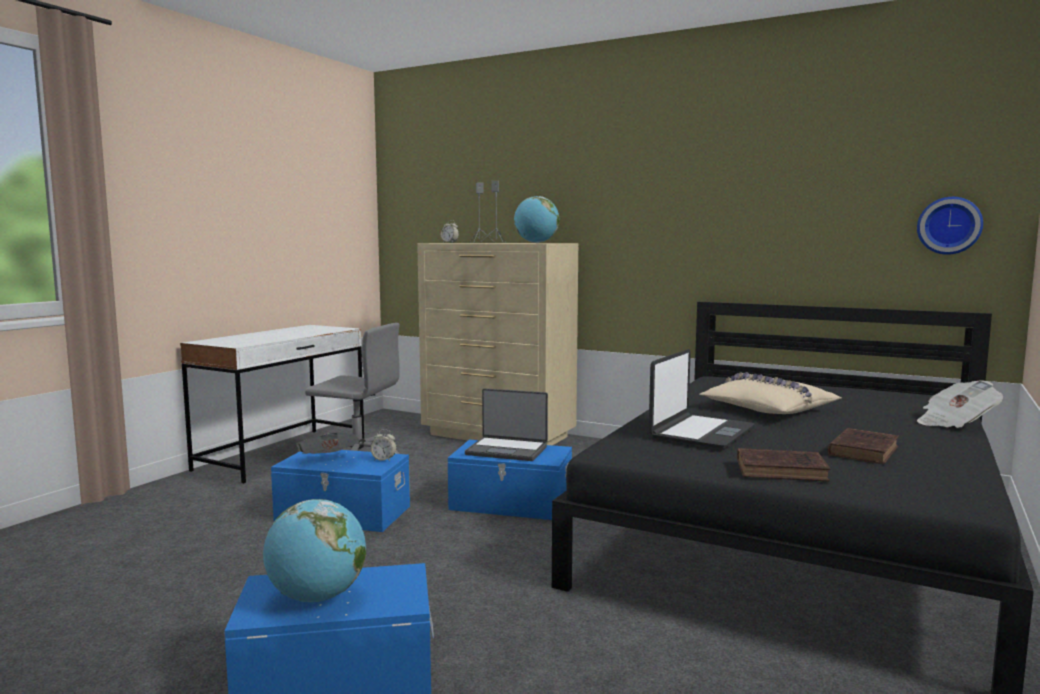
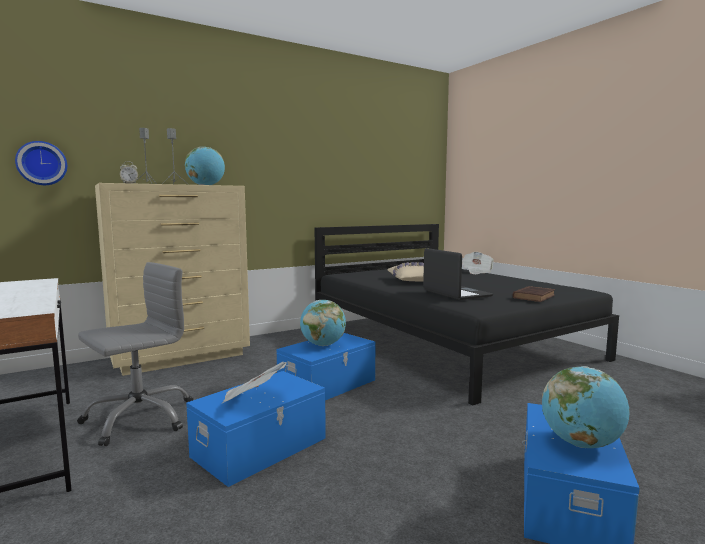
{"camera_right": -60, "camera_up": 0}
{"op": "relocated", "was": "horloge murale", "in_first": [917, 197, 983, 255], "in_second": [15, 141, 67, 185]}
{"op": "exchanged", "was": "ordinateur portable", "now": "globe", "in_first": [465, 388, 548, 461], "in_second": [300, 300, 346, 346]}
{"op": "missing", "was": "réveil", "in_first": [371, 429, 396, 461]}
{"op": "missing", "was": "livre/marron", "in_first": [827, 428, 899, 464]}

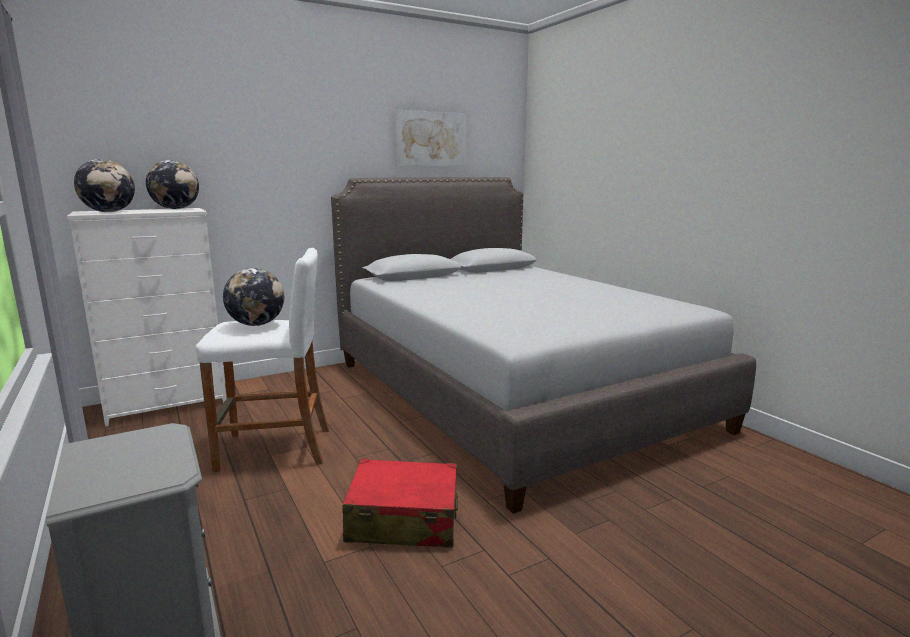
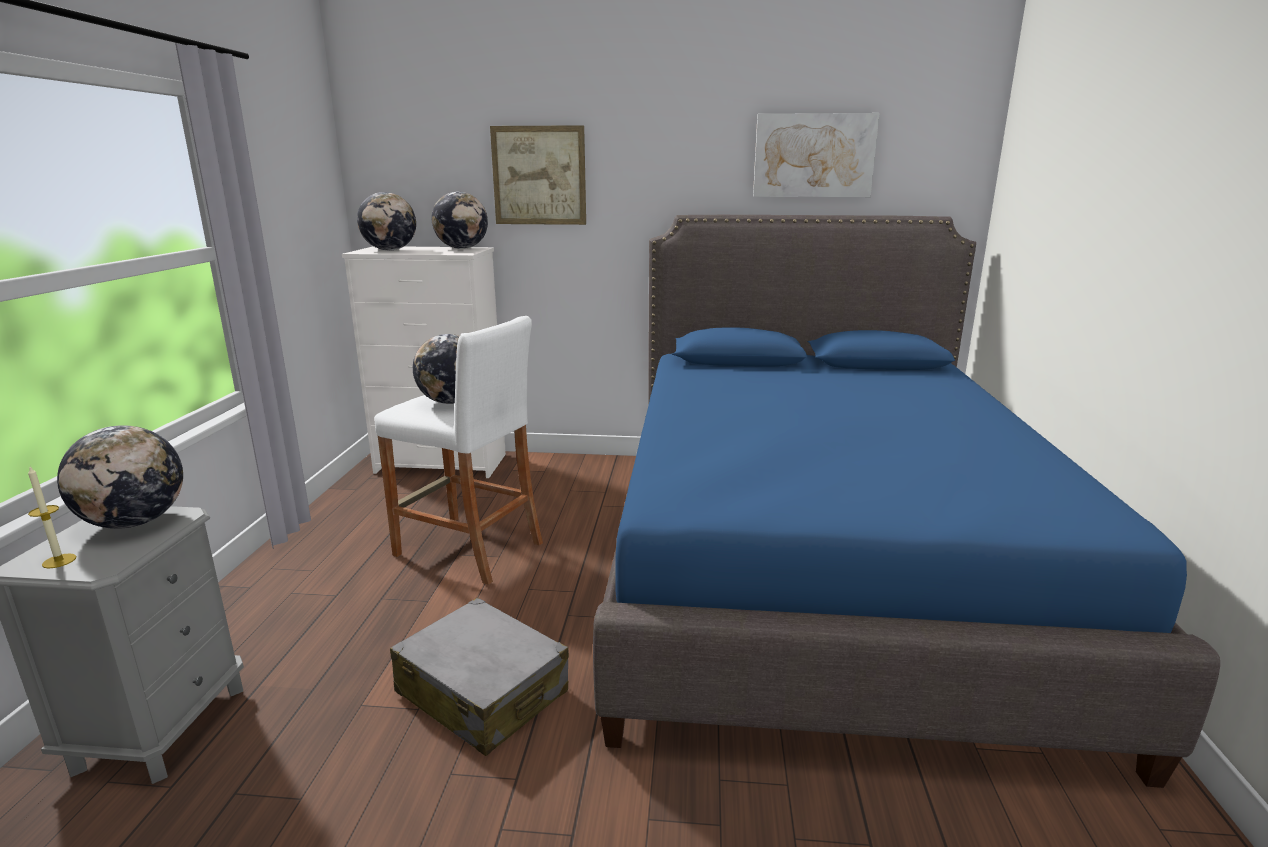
{"camera_right": 35, "camera_up": 5}
{"op": "appeared", "now": "bougie", "in_second": [28, 467, 76, 569]}
{"op": "appeared", "now": "globe", "in_second": [57, 425, 183, 529]}
{"op": "colour", "was": "valise/rouge", "now": "valise/gris", "in_first": [342, 459, 458, 548], "in_second": [390, 597, 569, 756]}
{"op": "appeared", "now": "tableau", "in_second": [490, 125, 586, 225]}
{"op": "colour", "was": "lit/gris", "now": "lit/bleu", "in_first": [331, 177, 756, 514], "in_second": [593, 215, 1220, 788]}

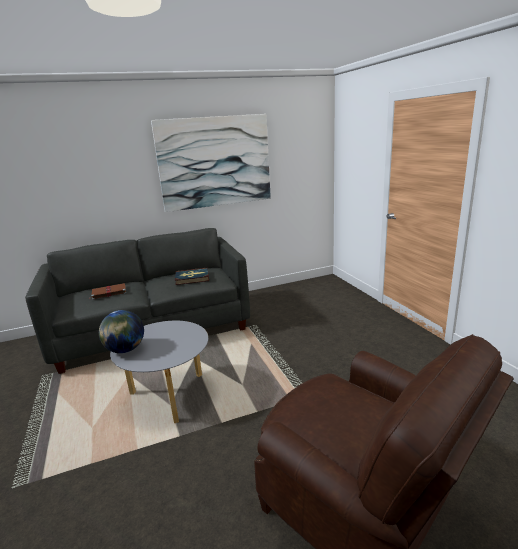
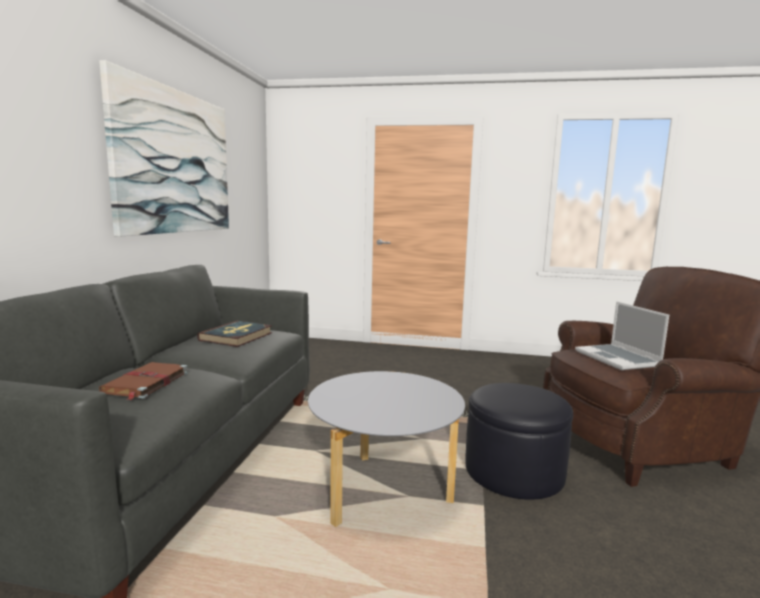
{"camera_right": -60, "camera_up": -10}
{"op": "appeared", "now": "pouf/noir", "in_second": [465, 383, 573, 500]}
{"op": "appeared", "now": "ordinateur portable", "in_second": [575, 301, 669, 370]}
{"op": "missing", "was": "globe", "in_first": [99, 310, 144, 353]}

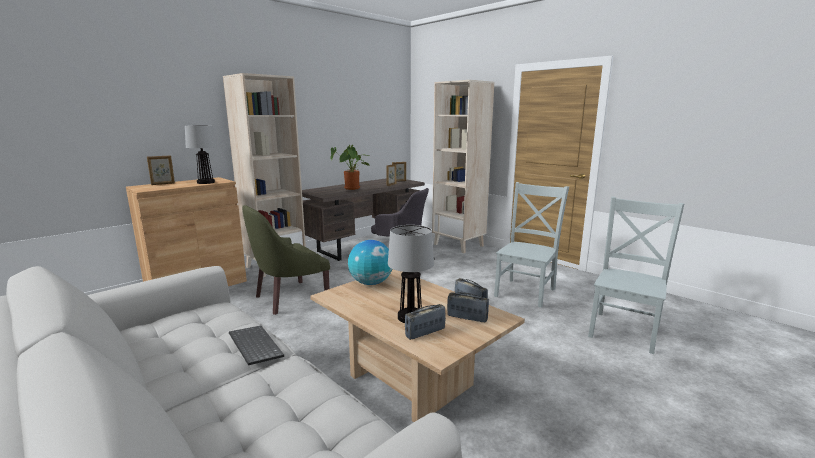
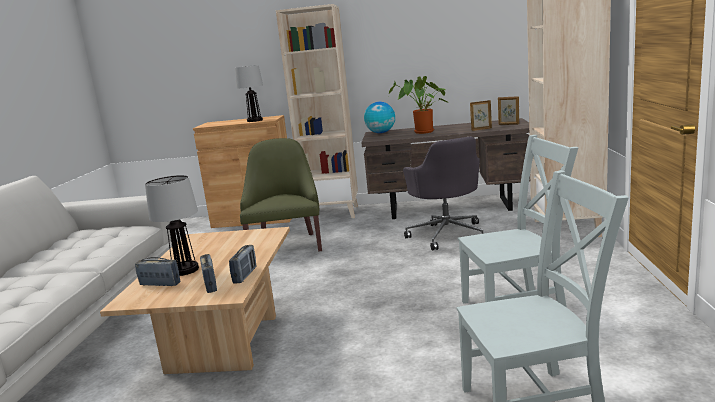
{"camera_right": 50, "camera_up": 0}
{"op": "spun", "was": "fauteuil/vert", "in_first": [242, 205, 330, 315], "in_second": [240, 138, 322, 251], "clockwise": 75}
{"op": "relocated", "was": "globe", "in_first": [348, 240, 393, 285], "in_second": [364, 102, 395, 133]}
{"op": "missing", "was": "cadre photo", "in_first": [147, 155, 175, 185]}
{"op": "missing", "was": "clavier", "in_first": [229, 326, 284, 365]}

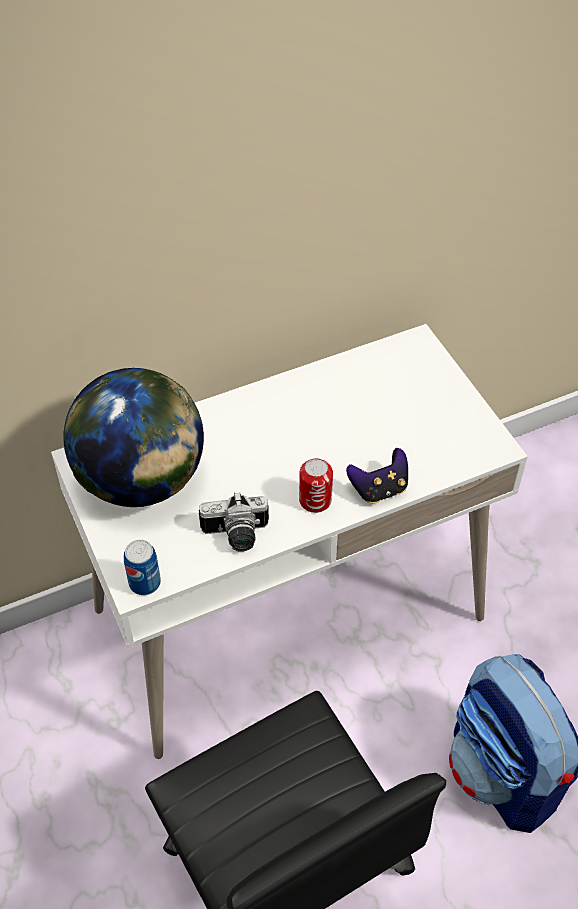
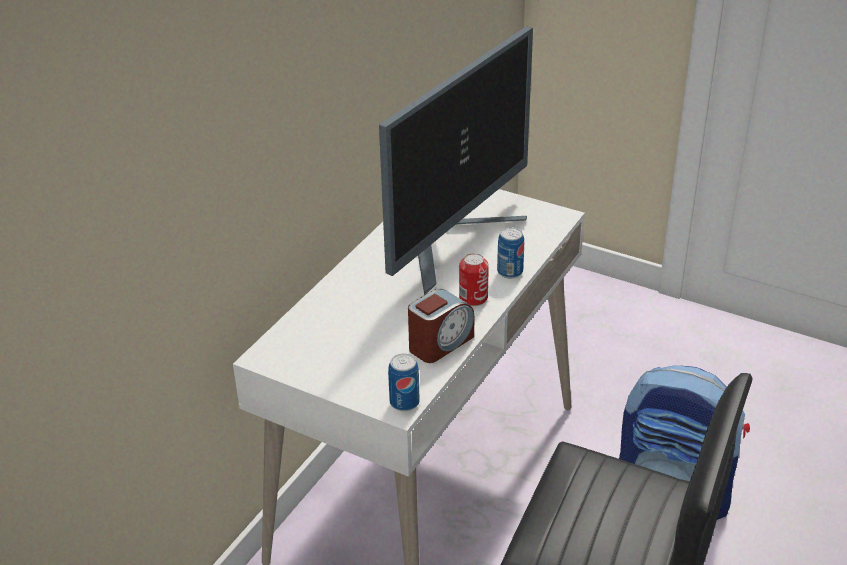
{"camera_right": -35, "camera_up": -15}
{"op": "appeared", "now": "écran d'ordinateur", "in_second": [379, 26, 533, 295]}
{"op": "exchanged", "was": "appareil photo", "now": "réveil", "in_first": [199, 492, 269, 552], "in_second": [408, 289, 474, 363]}
{"op": "exchanged", "was": "manette", "now": "boîte métallique", "in_first": [346, 448, 408, 503], "in_second": [497, 227, 524, 278]}
{"op": "missing", "was": "globe", "in_first": [63, 368, 204, 507]}

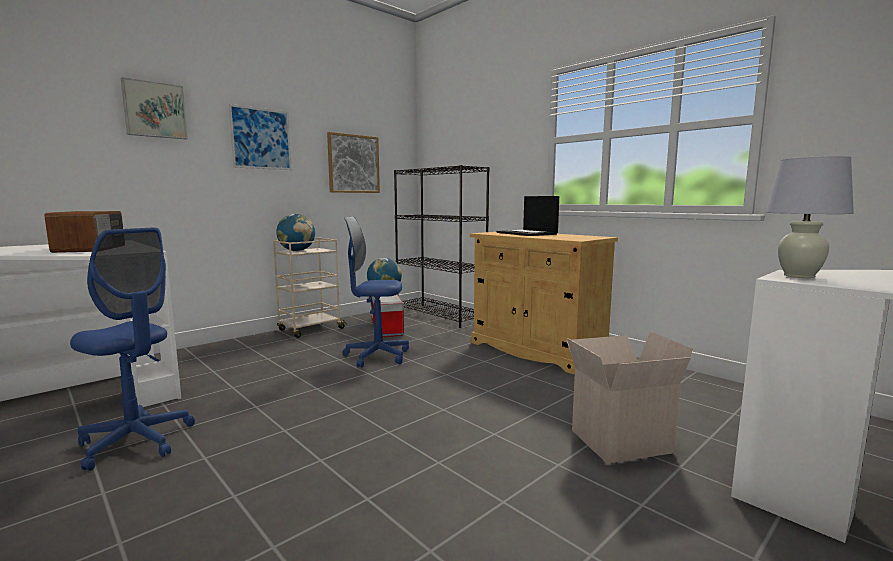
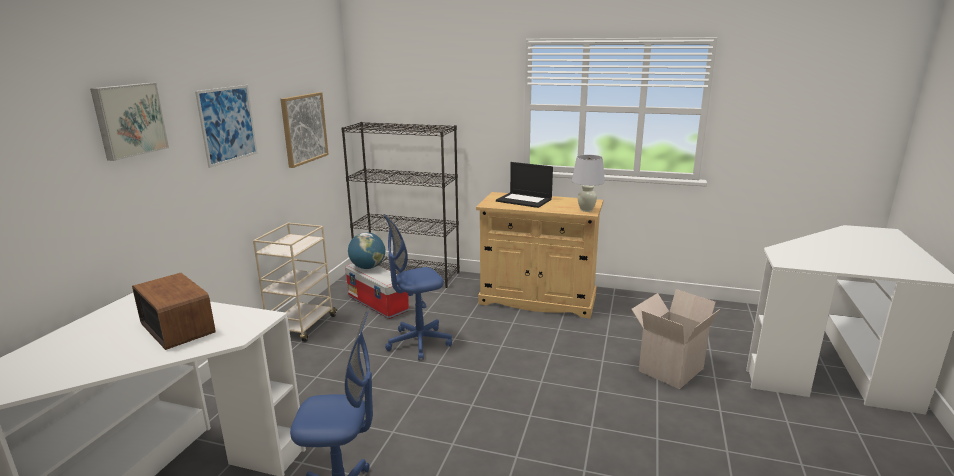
{"camera_right": -30, "camera_up": 10}
{"op": "relocated", "was": "lampe de table/blanc", "in_first": [765, 156, 854, 278], "in_second": [572, 155, 605, 212]}
{"op": "missing", "was": "globe", "in_first": [276, 214, 315, 251]}

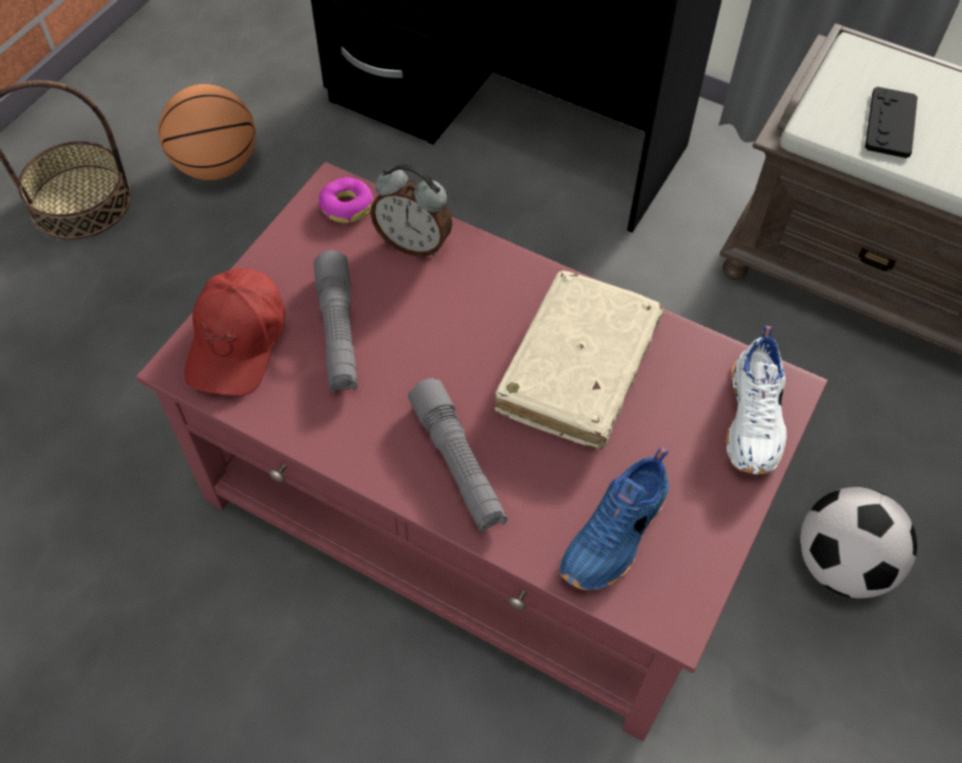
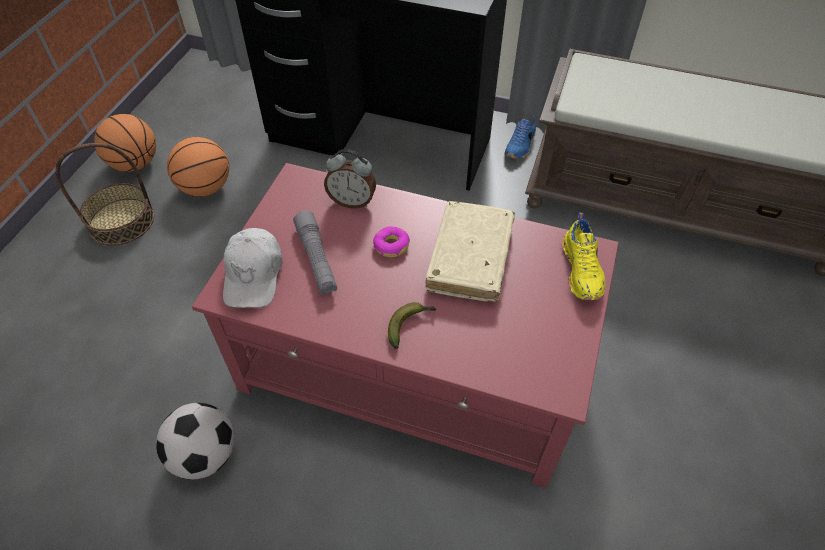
{"camera_right": -10, "camera_up": -5}
{"op": "appeared", "now": "ballon de basket", "in_second": [94, 114, 156, 172]}
{"op": "relocated", "was": "ballon de foot", "in_first": [800, 487, 917, 598], "in_second": [156, 403, 234, 480]}
{"op": "colour", "was": "casquette/rouge", "now": "casquette/blanc", "in_first": [184, 268, 285, 396], "in_second": [223, 228, 282, 308]}
{"op": "relocated", "was": "beignet", "in_first": [319, 177, 373, 223], "in_second": [373, 226, 410, 257]}
{"op": "exchanged", "was": "lampe de poche/gris", "now": "banane", "in_first": [408, 378, 507, 533], "in_second": [388, 302, 436, 349]}
{"op": "relocated", "was": "chaussure/bleu", "in_first": [559, 447, 669, 590], "in_second": [504, 115, 536, 159]}
{"op": "colour", "was": "chaussure/blanc", "now": "chaussure/jaune", "in_first": [726, 325, 787, 474], "in_second": [562, 213, 605, 300]}
{"op": "missing", "was": "manette/noir", "in_first": [865, 87, 918, 158]}

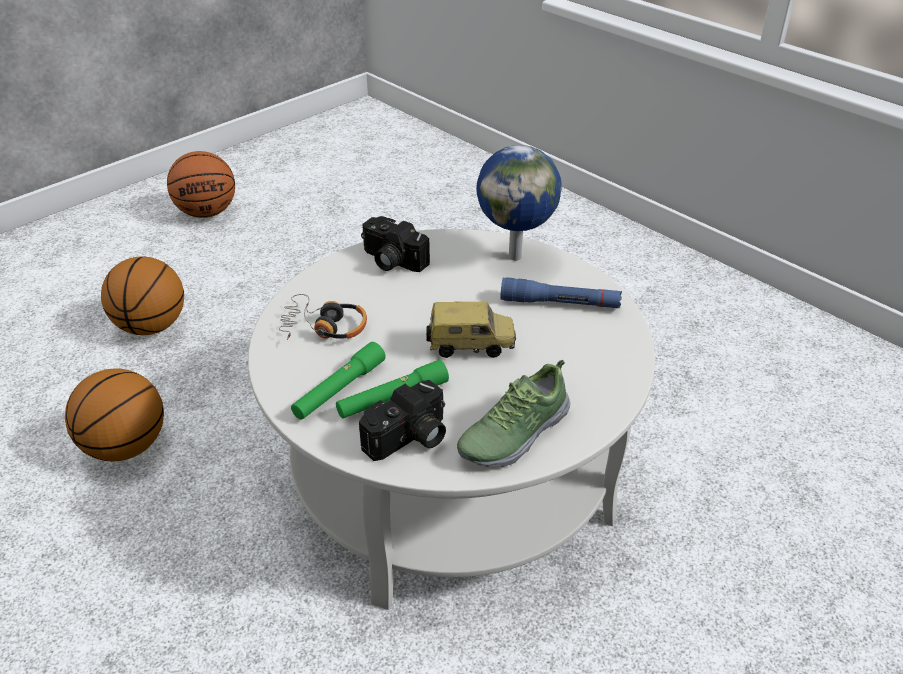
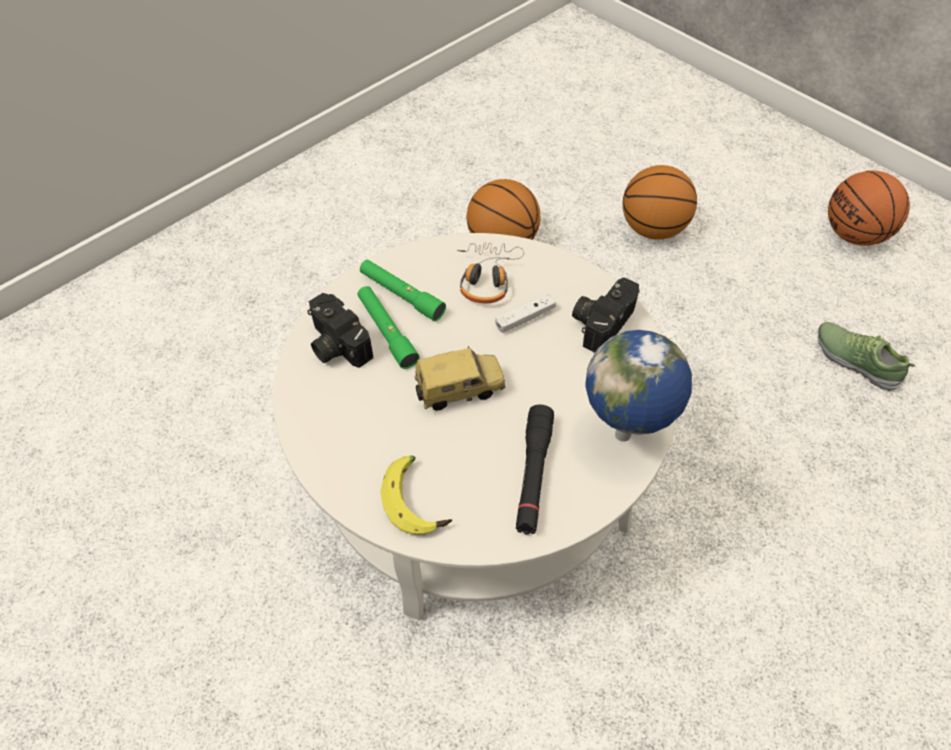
{"camera_right": 90, "camera_up": 15}
{"op": "appeared", "now": "banane", "in_second": [380, 456, 452, 535]}
{"op": "spun", "was": "petite voiture", "in_first": [426, 302, 516, 358], "in_second": [415, 346, 505, 411], "clockwise": -105}
{"op": "appeared", "now": "manette/blanc", "in_second": [495, 293, 556, 333]}
{"op": "colour", "was": "lampe de poche/bleu", "now": "lampe de poche/noir", "in_first": [500, 277, 622, 308], "in_second": [516, 405, 554, 535]}
{"op": "relocated", "was": "chaussure", "in_first": [457, 360, 570, 467], "in_second": [818, 322, 915, 391]}

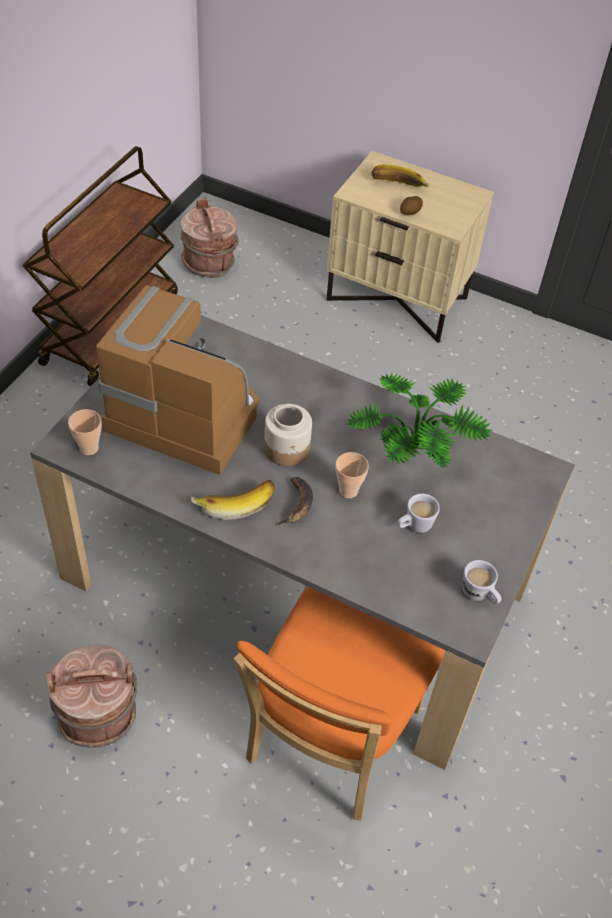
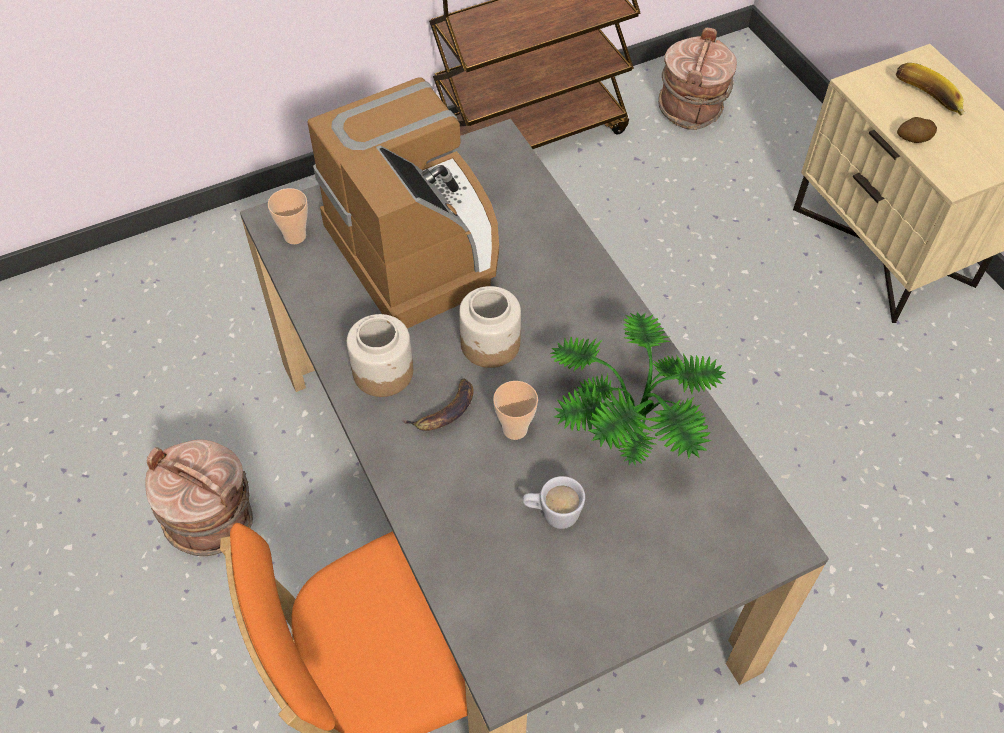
{"camera_right": 40, "camera_up": 5}
{"op": "exchanged", "was": "banane", "now": "bocal", "in_first": [191, 480, 275, 520], "in_second": [347, 314, 413, 397]}
{"op": "missing", "was": "mug/blanc", "in_first": [463, 560, 501, 604]}

